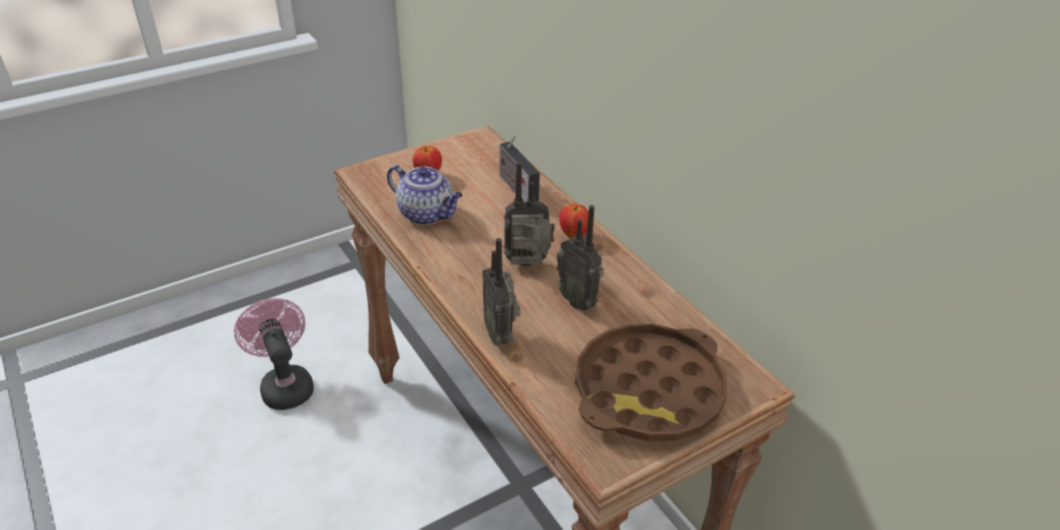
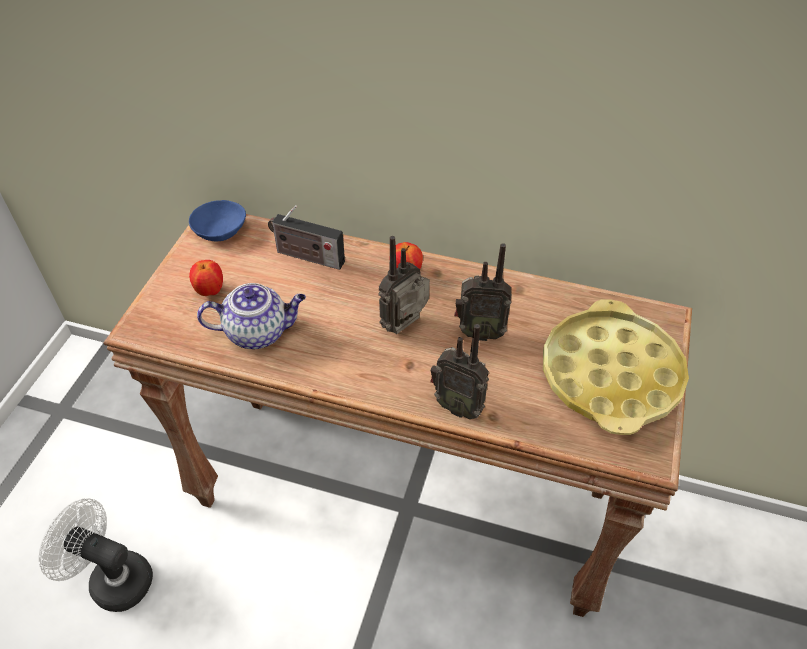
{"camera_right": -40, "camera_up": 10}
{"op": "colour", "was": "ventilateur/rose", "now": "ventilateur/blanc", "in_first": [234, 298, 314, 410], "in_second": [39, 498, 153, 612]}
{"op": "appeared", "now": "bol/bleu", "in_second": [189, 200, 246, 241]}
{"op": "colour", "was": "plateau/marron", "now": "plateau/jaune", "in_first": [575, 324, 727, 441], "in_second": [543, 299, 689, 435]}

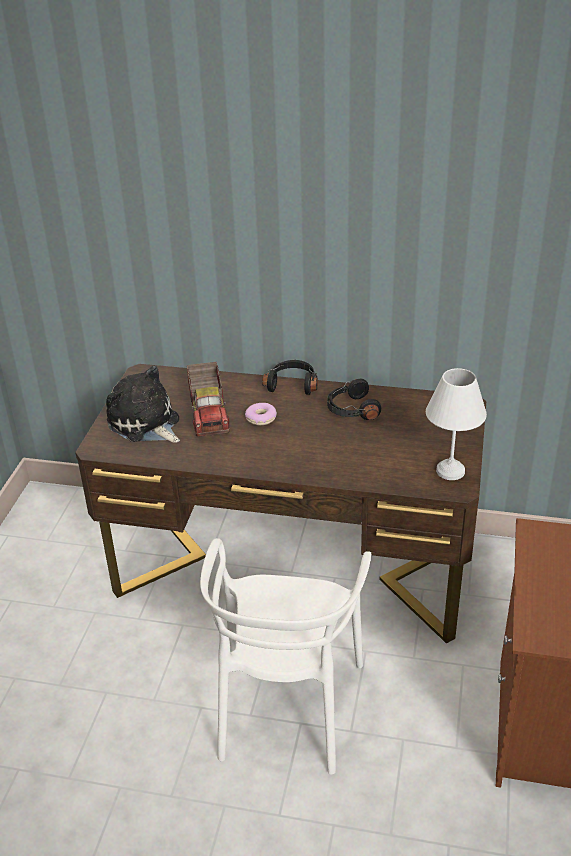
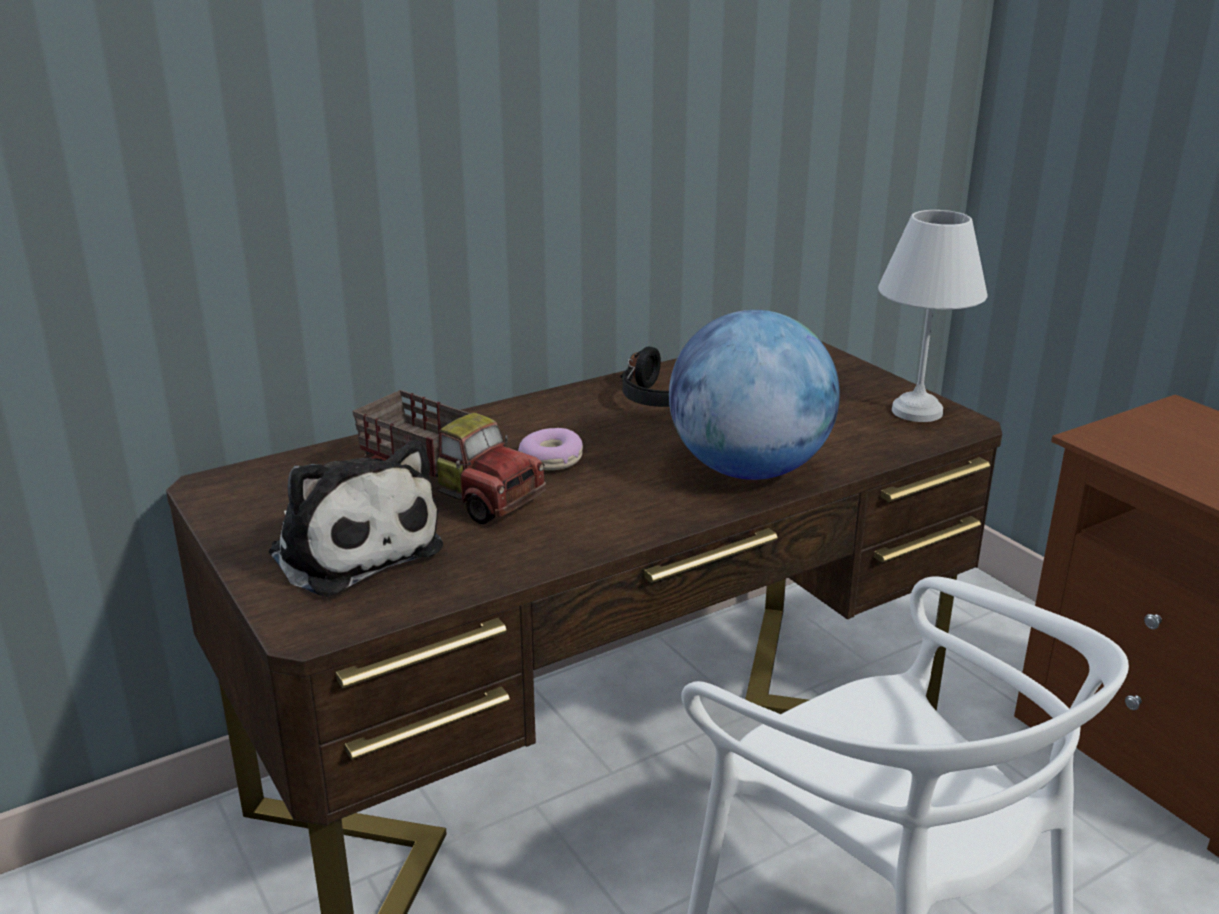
{"camera_right": -45, "camera_up": -10}
{"op": "spun", "was": "peluche", "in_first": [106, 366, 180, 443], "in_second": [269, 440, 443, 597], "clockwise": -135}
{"op": "appeared", "now": "globe", "in_second": [669, 310, 840, 480]}
{"op": "missing", "was": "casque audio/noir", "in_first": [262, 360, 318, 395]}

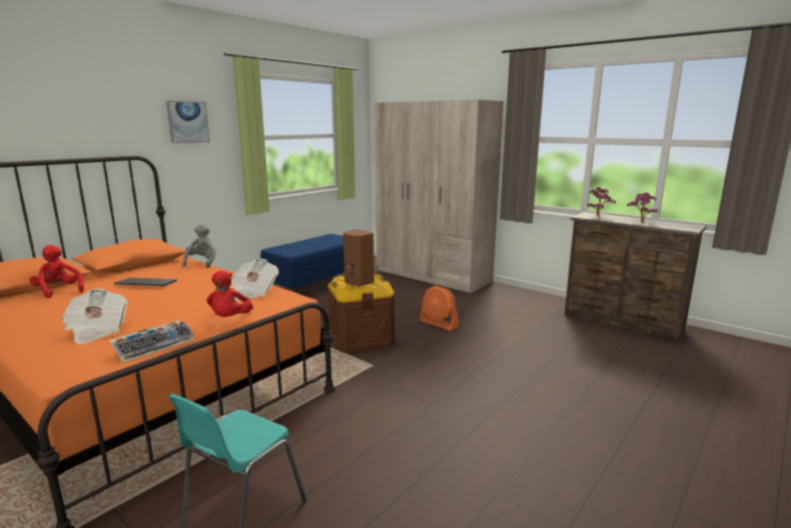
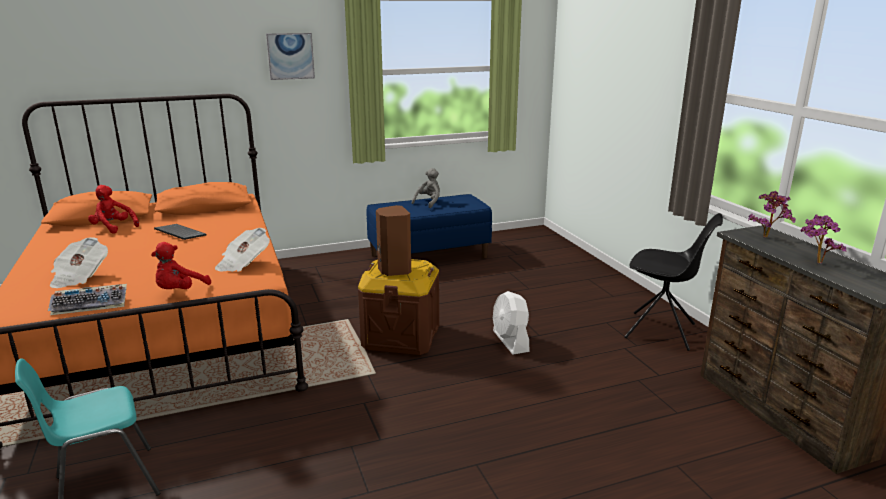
{"camera_right": 30, "camera_up": 5}
{"op": "spun", "was": "peluche/rouge", "in_first": [29, 245, 84, 298], "in_second": [88, 185, 139, 234], "clockwise": -45}
{"op": "relocated", "was": "peluche/gris", "in_first": [183, 224, 216, 268], "in_second": [412, 168, 440, 208]}
{"op": "colour", "was": "ventilateur/orange", "now": "ventilateur/blanc", "in_first": [420, 286, 459, 331], "in_second": [493, 291, 530, 355]}
{"op": "appeared", "now": "chaise/noir", "in_second": [624, 213, 723, 351]}
{"op": "missing", "was": "armoire/beige", "in_first": [375, 100, 503, 293]}

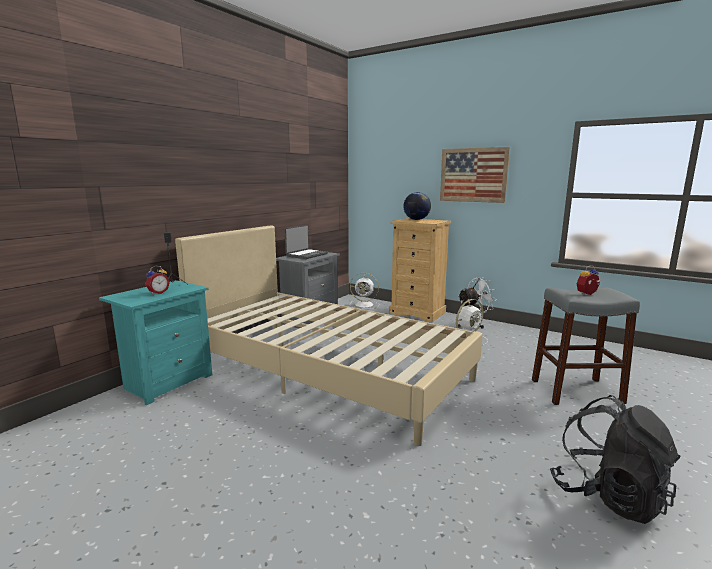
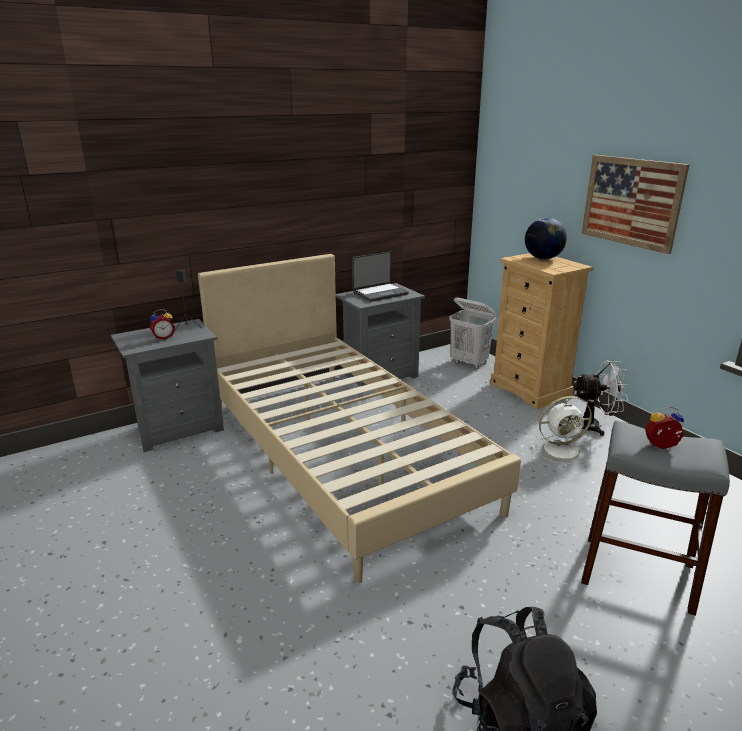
{"camera_right": 25, "camera_up": 10}
{"op": "colour", "was": "table de chevet/turquoise", "now": "table de chevet/gris", "in_first": [99, 280, 212, 405], "in_second": [111, 319, 224, 452]}
{"op": "exchanged", "was": "ventilateur/blanc", "now": "panier à linge/blanc", "in_first": [350, 273, 379, 309], "in_second": [449, 297, 496, 369]}

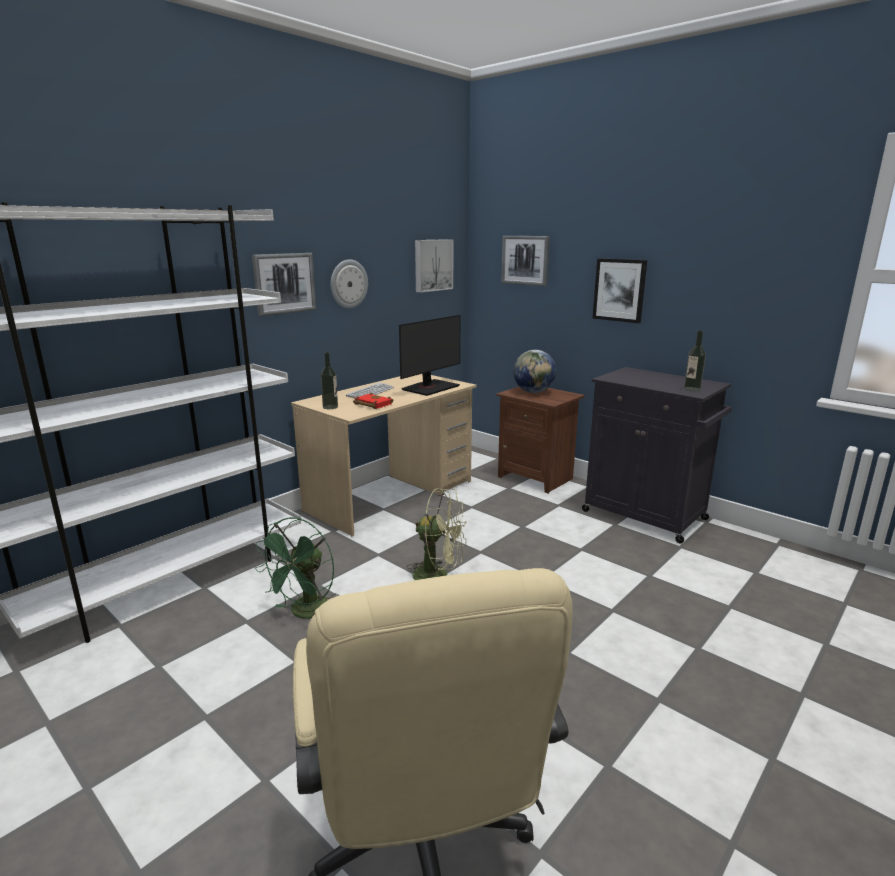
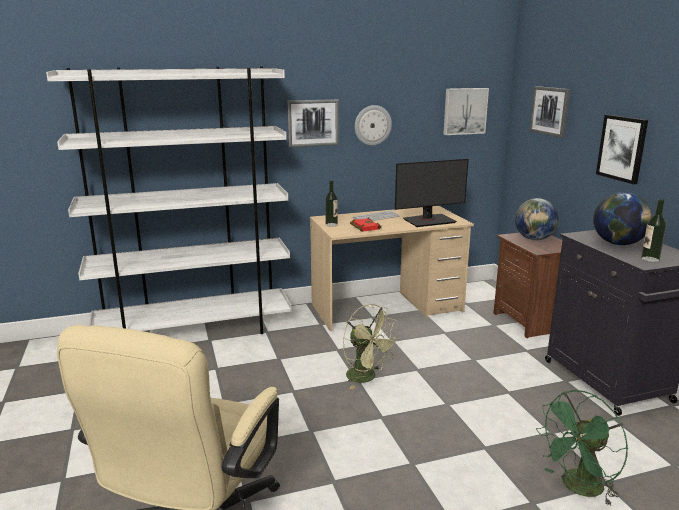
{"camera_right": 30, "camera_up": 0}
{"op": "relocated", "was": "ventilateur/vert", "in_first": [255, 517, 340, 619], "in_second": [536, 390, 628, 506]}
{"op": "appeared", "now": "globe", "in_second": [593, 192, 653, 245]}

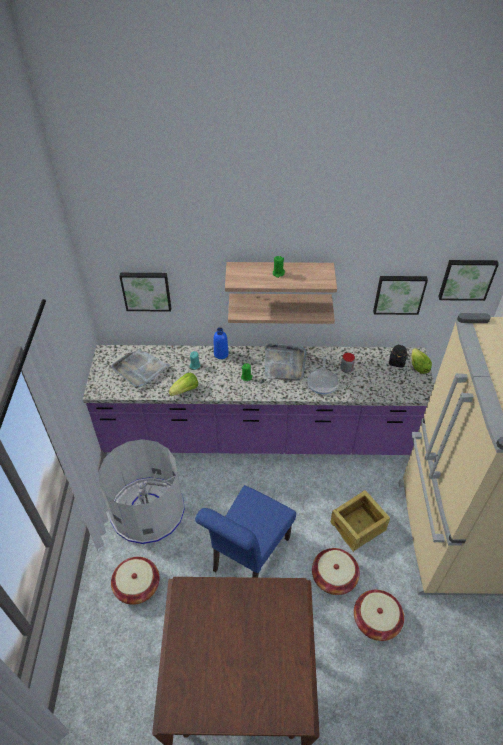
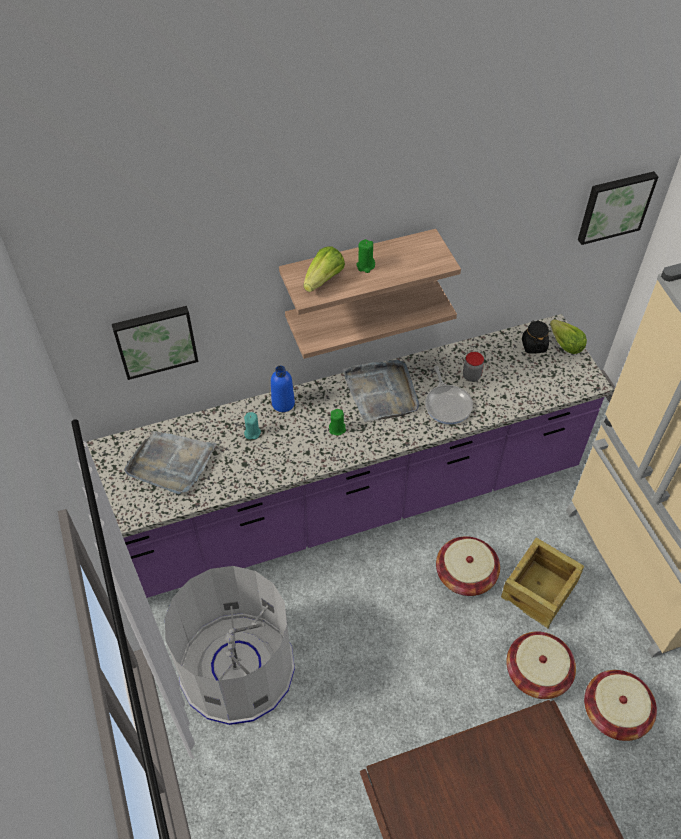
{"camera_right": -20, "camera_up": 5}
{"op": "relocated", "was": "laitue", "in_first": [169, 373, 198, 396], "in_second": [303, 246, 345, 292]}
{"op": "relocated", "was": "panier", "in_first": [111, 557, 160, 605], "in_second": [436, 536, 500, 596]}
{"op": "missing", "was": "chaise/bleu", "in_first": [195, 485, 296, 578]}
{"op": "missing", "was": "tableau", "in_first": [373, 276, 428, 315]}

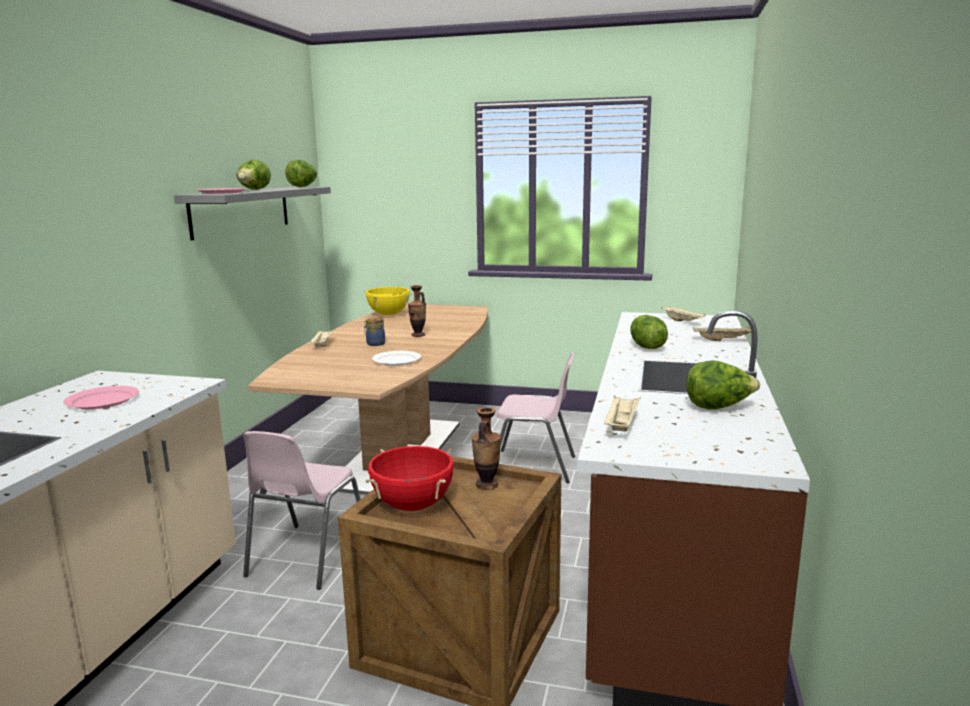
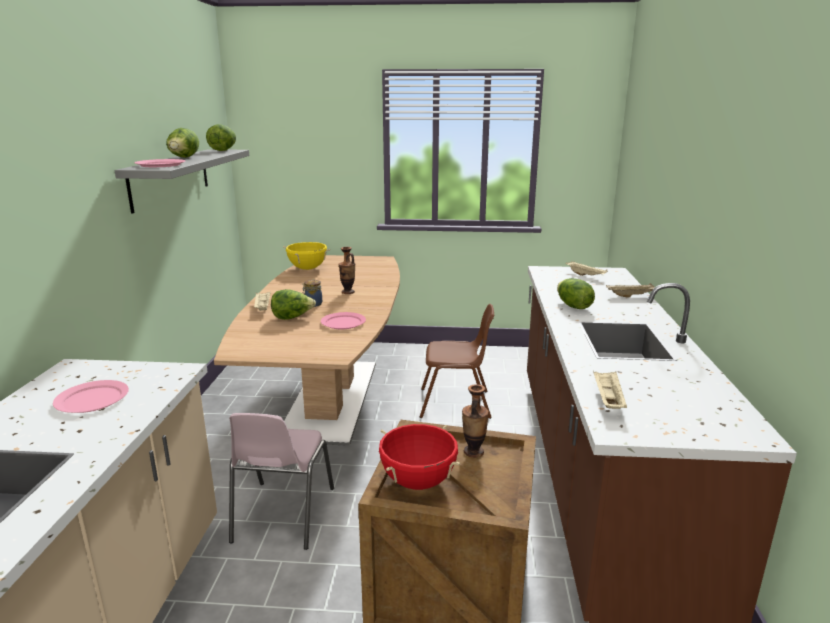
{"camera_right": -10, "camera_up": 5}
{"op": "relocated", "was": "laitue", "in_first": [686, 360, 760, 410], "in_second": [271, 289, 316, 320]}
{"op": "colour", "was": "assiette/blanc", "now": "assiette/rose", "in_first": [372, 351, 421, 366], "in_second": [321, 312, 366, 329]}
{"op": "colour", "was": "chaise/rose", "now": "chaise/marron", "in_first": [496, 352, 575, 483], "in_second": [420, 304, 494, 419]}

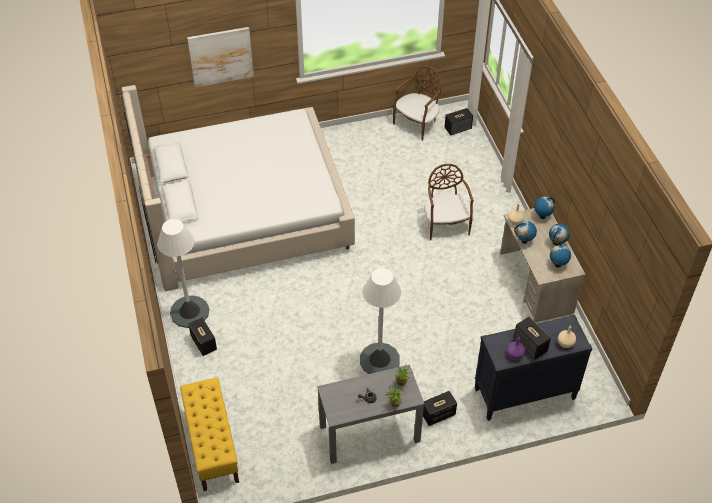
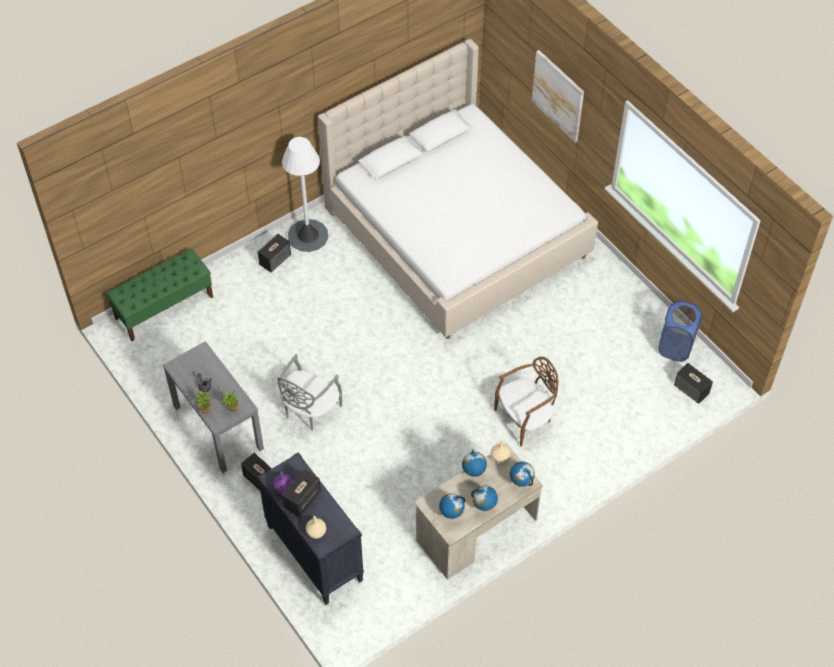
{"camera_right": 70, "camera_up": 5}
{"op": "colour", "was": "banc/jaune", "now": "banc/vert", "in_first": [180, 378, 239, 491], "in_second": [106, 248, 213, 341]}
{"op": "exchanged", "was": "lampadaire/blanc", "now": "chaise/gris", "in_first": [360, 268, 401, 374], "in_second": [278, 354, 342, 431]}
{"op": "exchanged", "was": "chaise/marron", "now": "panier à linge/bleu", "in_first": [393, 66, 441, 141], "in_second": [658, 301, 702, 362]}

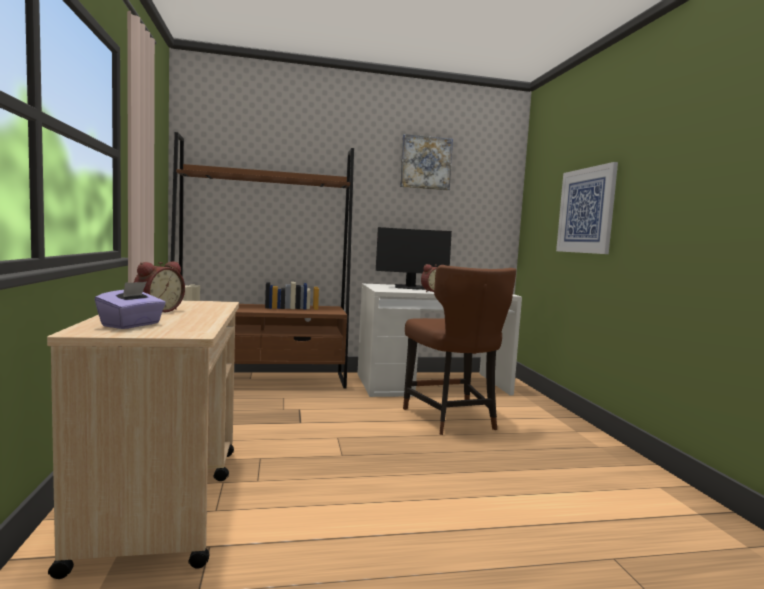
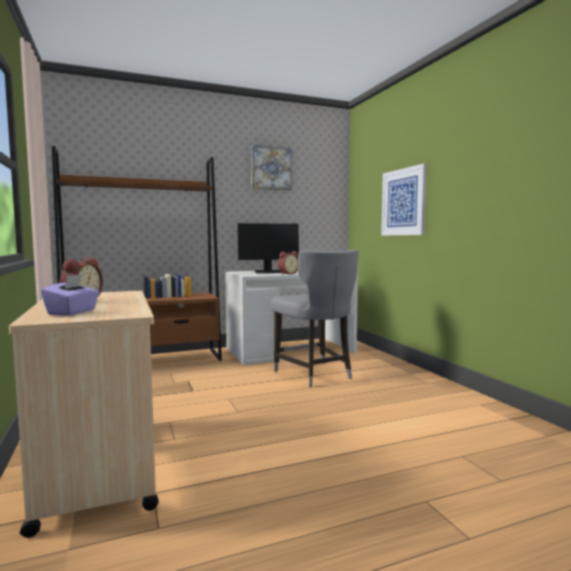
{"camera_right": -10, "camera_up": 0}
{"op": "colour", "was": "chaise/marron", "now": "chaise/gris", "in_first": [403, 265, 516, 435], "in_second": [271, 249, 359, 387]}

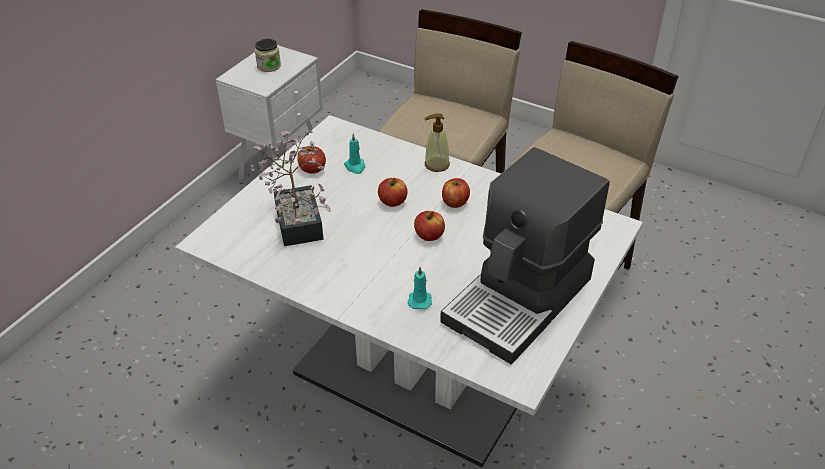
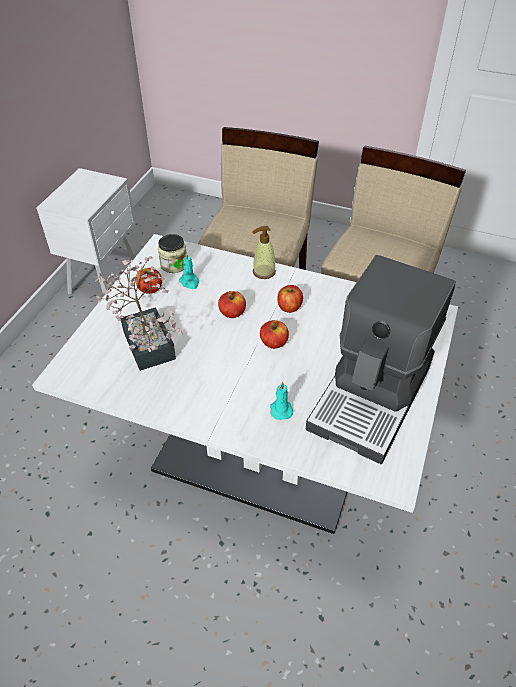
{"camera_right": -10, "camera_up": 5}
{"op": "relocated", "was": "bocal", "in_first": [255, 39, 281, 72], "in_second": [158, 234, 186, 273]}

